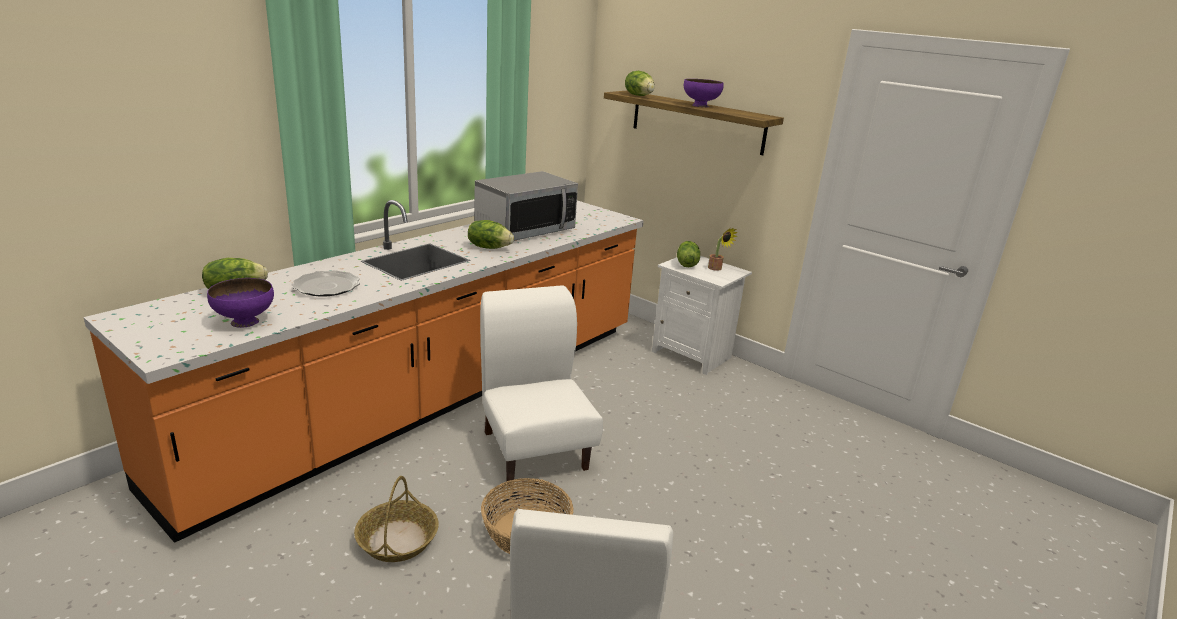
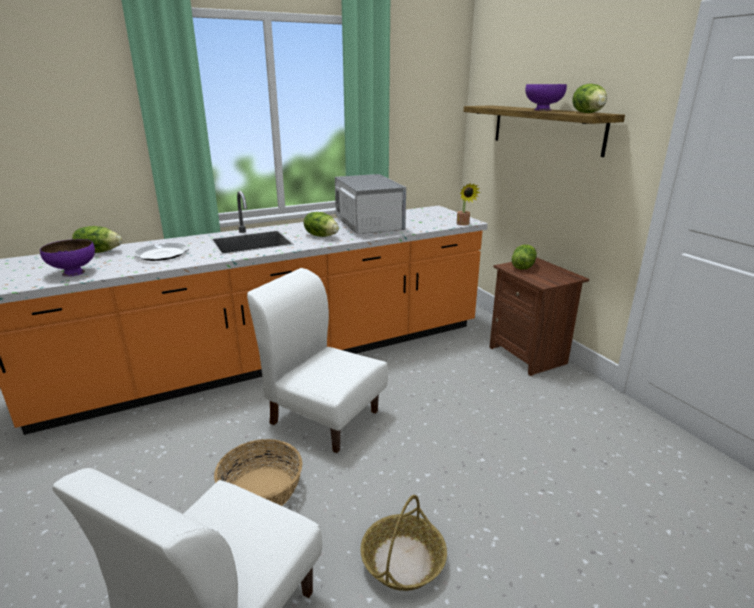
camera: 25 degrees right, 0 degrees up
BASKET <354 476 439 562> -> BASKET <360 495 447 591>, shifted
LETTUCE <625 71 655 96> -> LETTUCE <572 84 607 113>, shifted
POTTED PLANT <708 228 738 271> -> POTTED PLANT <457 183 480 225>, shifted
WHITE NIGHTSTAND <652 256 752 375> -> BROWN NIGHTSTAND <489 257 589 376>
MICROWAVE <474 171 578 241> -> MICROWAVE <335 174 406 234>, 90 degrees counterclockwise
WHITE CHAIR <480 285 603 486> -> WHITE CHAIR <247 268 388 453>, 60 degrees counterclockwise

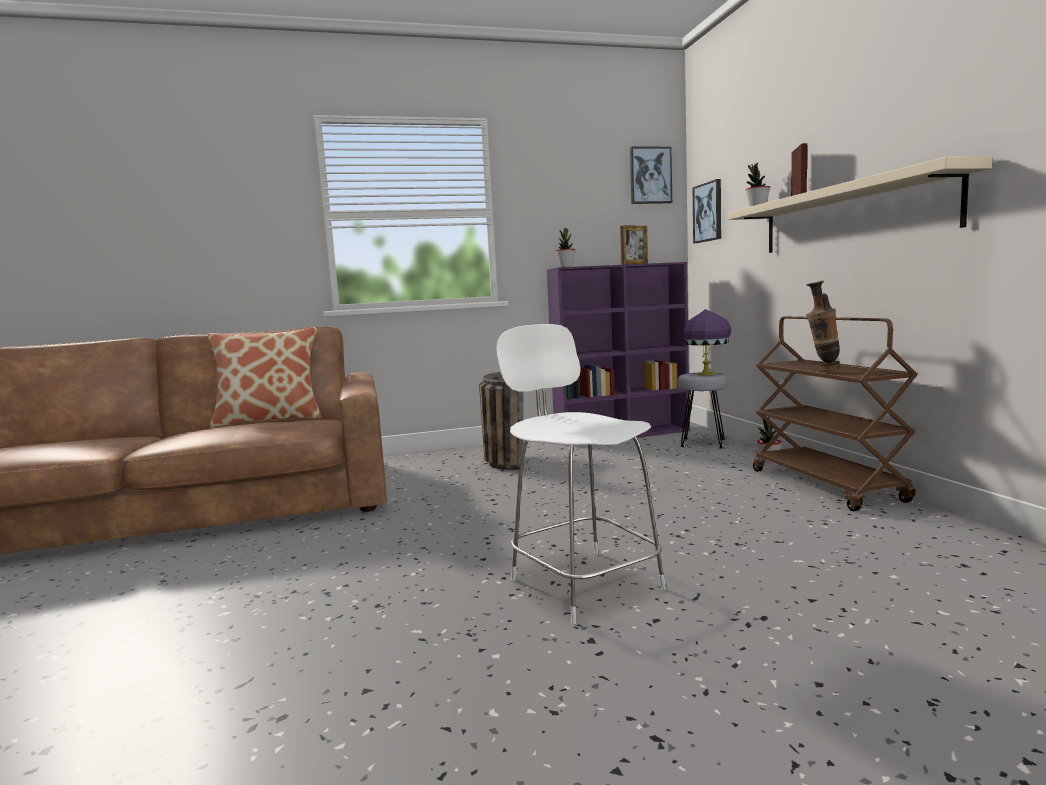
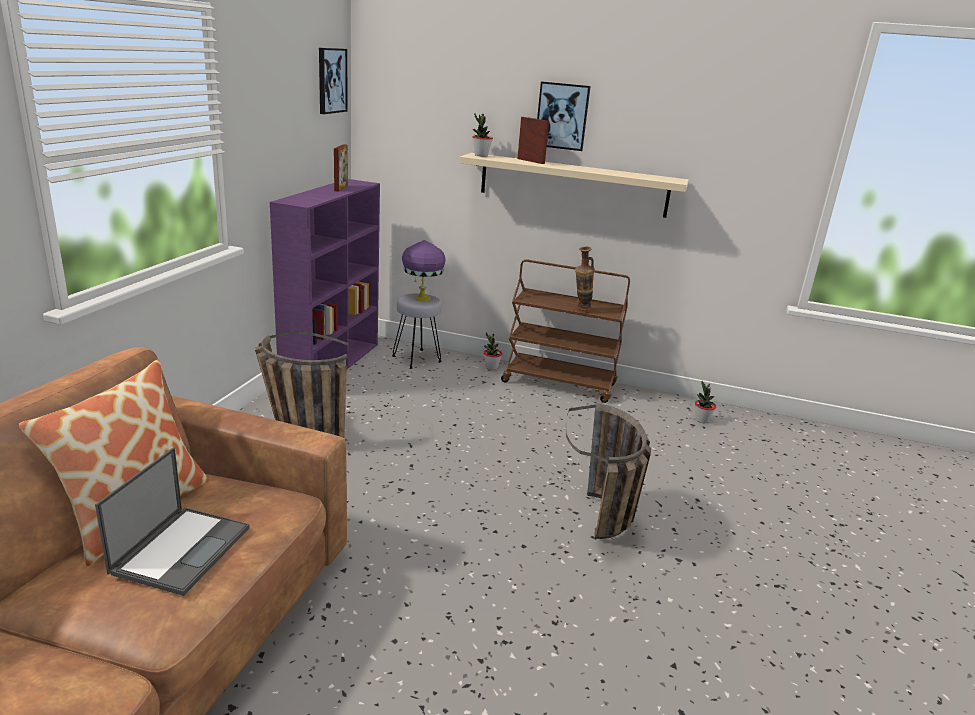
camera: 60 degrees left, 15 degrees up
none -> LAPTOP <95 447 250 596>
POTTED PLANT <556 228 576 267> -> POTTED PLANT <695 381 716 423>, shifted
PICTURE <693 179 721 243> -> PICTURE <537 81 591 151>, shifted
WHITE STOOL <496 324 666 624> -> BASKET <566 404 651 539>

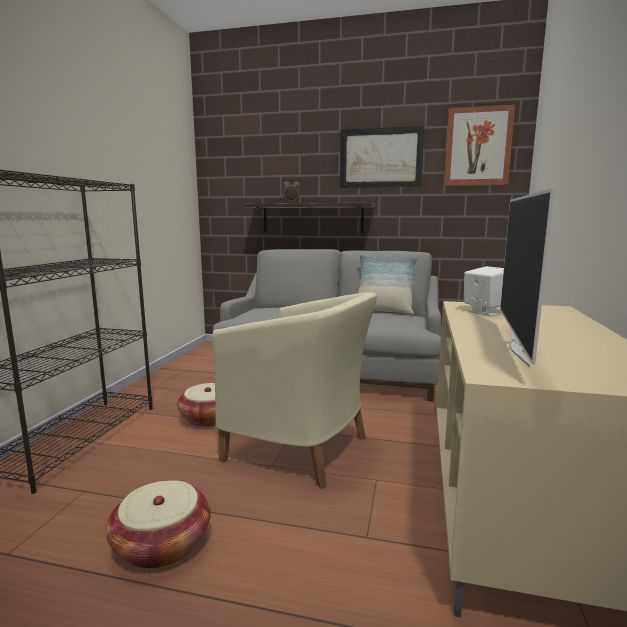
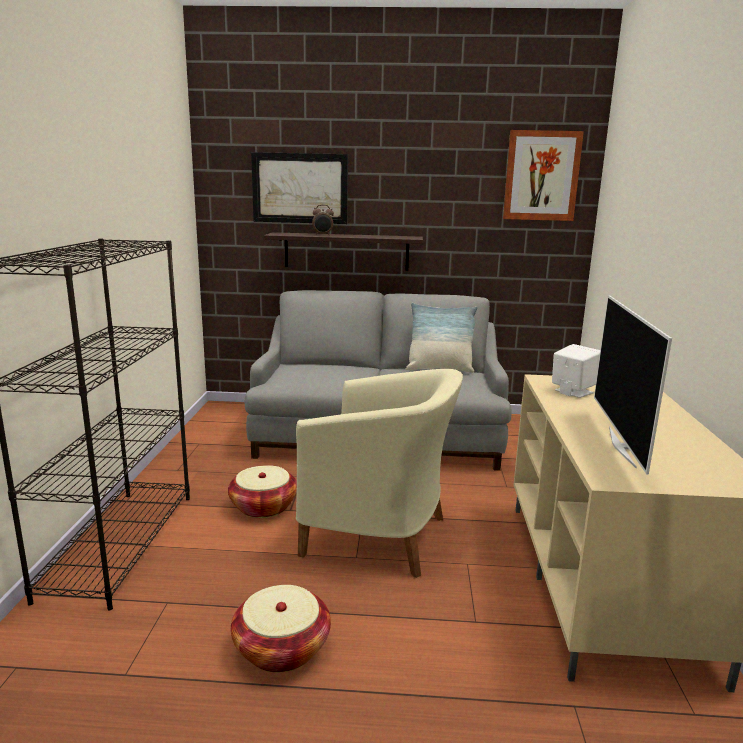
camera: 10 degrees left, 5 degrees up
PICTURE <340 126 424 188> -> PICTURE <251 152 348 224>, shifted

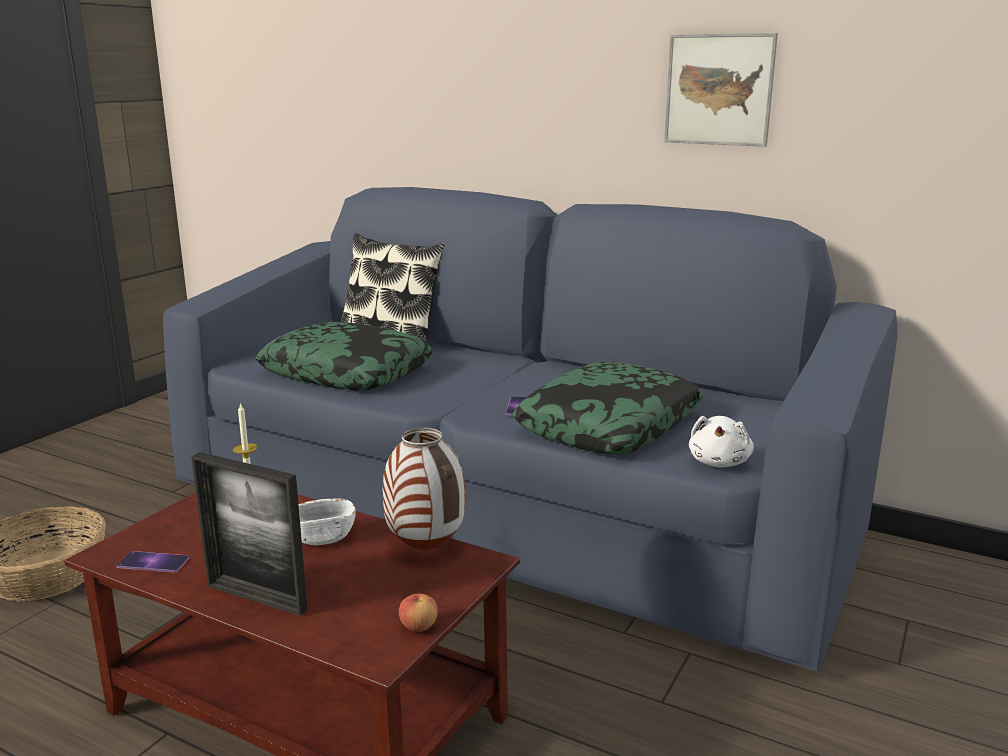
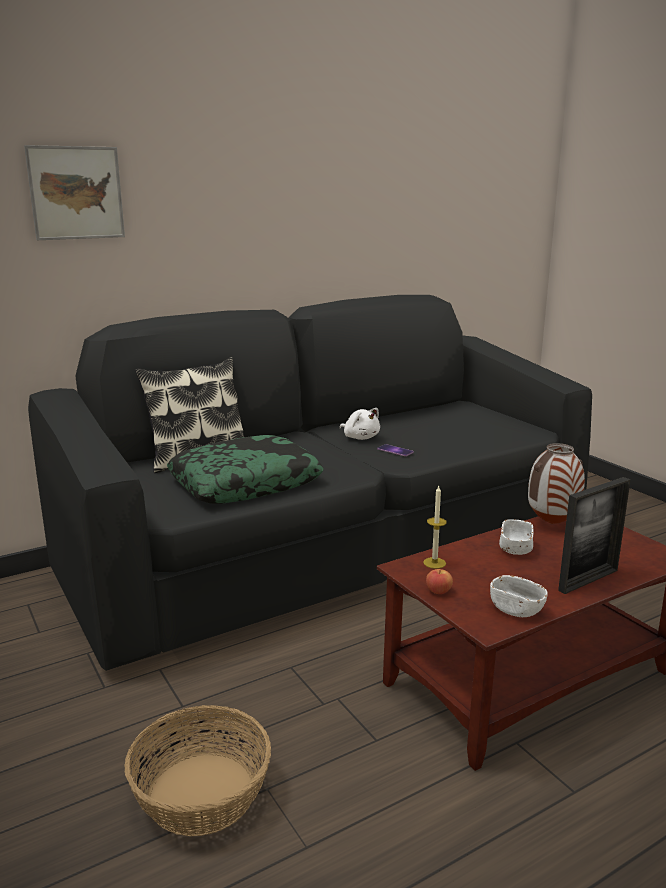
camera: 60 degrees left, 0 degrees up
PILLOW <513 362 703 454> -> none
APPLE <399 594 438 632> -> APPLE <426 569 453 594>, shifted
PICTURE <664 33 778 147> -> PICTURE <24 145 125 240>, shifted
WHITE PLUSH TOY <689 416 754 467> -> WHITE PLUSH TOY <339 408 380 440>, shifted
PHONE <116 551 190 573> -> WHITE BOWL <490 575 548 617>
BLUE SOFA <163 187 898 671> -> BLACK SOFA <28 295 592 671>

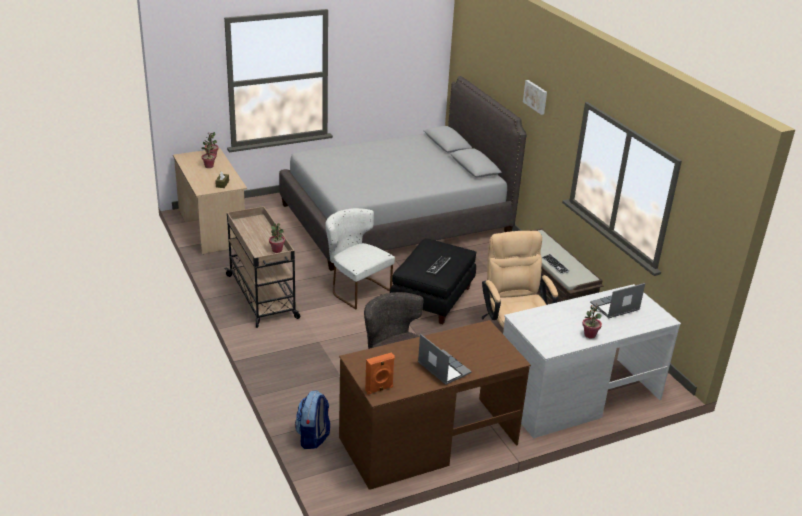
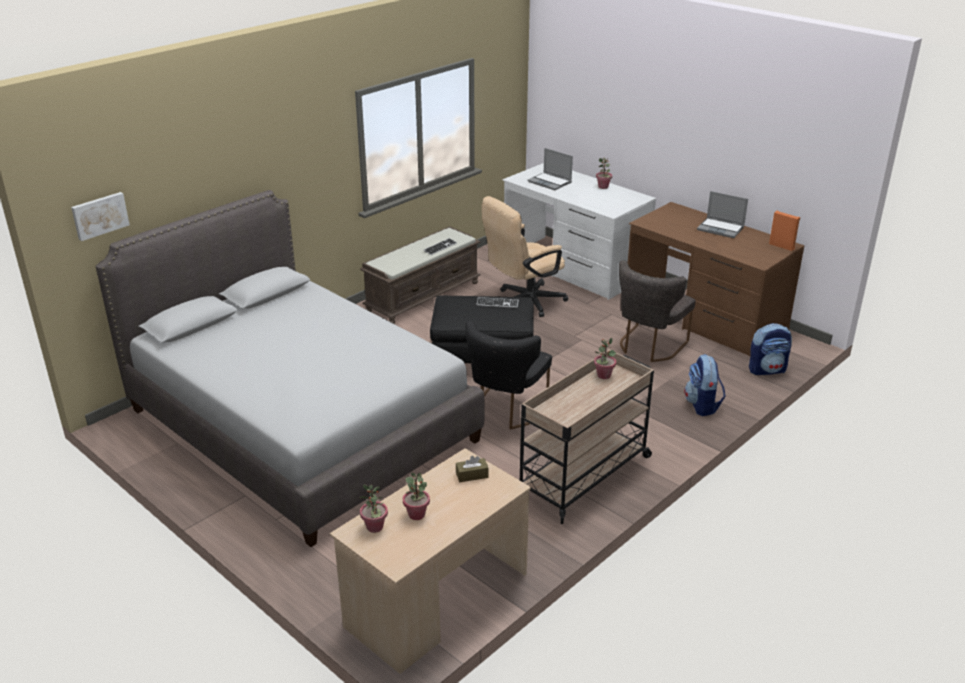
camera: 110 degrees left, 0 degrees up
none -> BACKPACK <684 354 725 416>
PICTURE <523 80 547 115> -> PICTURE <71 192 130 241>, shifted
WHITE CHAIR <325 208 395 309> -> BLACK CHAIR <465 321 552 430>
LAPTOP <418 334 472 385> -> LAPTOP <697 191 748 238>, 90 degrees counterclockwise

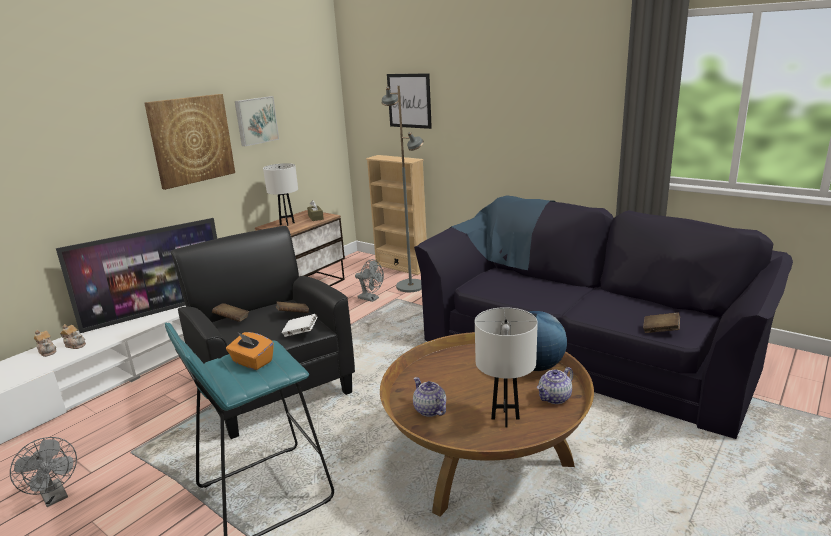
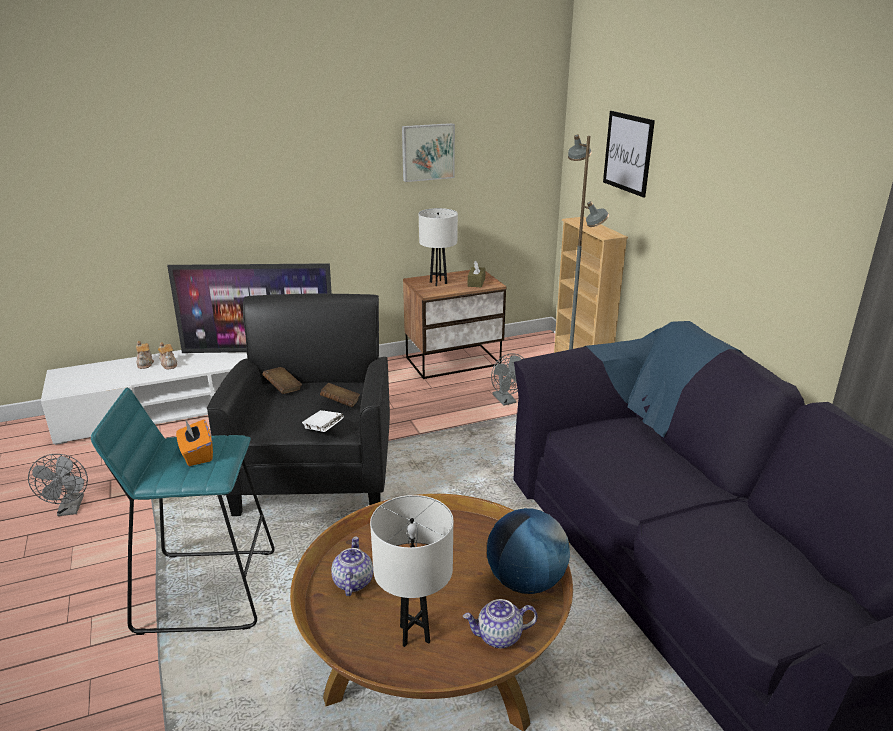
camera: 30 degrees right, 5 degrees up
PICTURE <144 94 235 190> -> none
BROWN BOOK <643 312 680 333> -> none

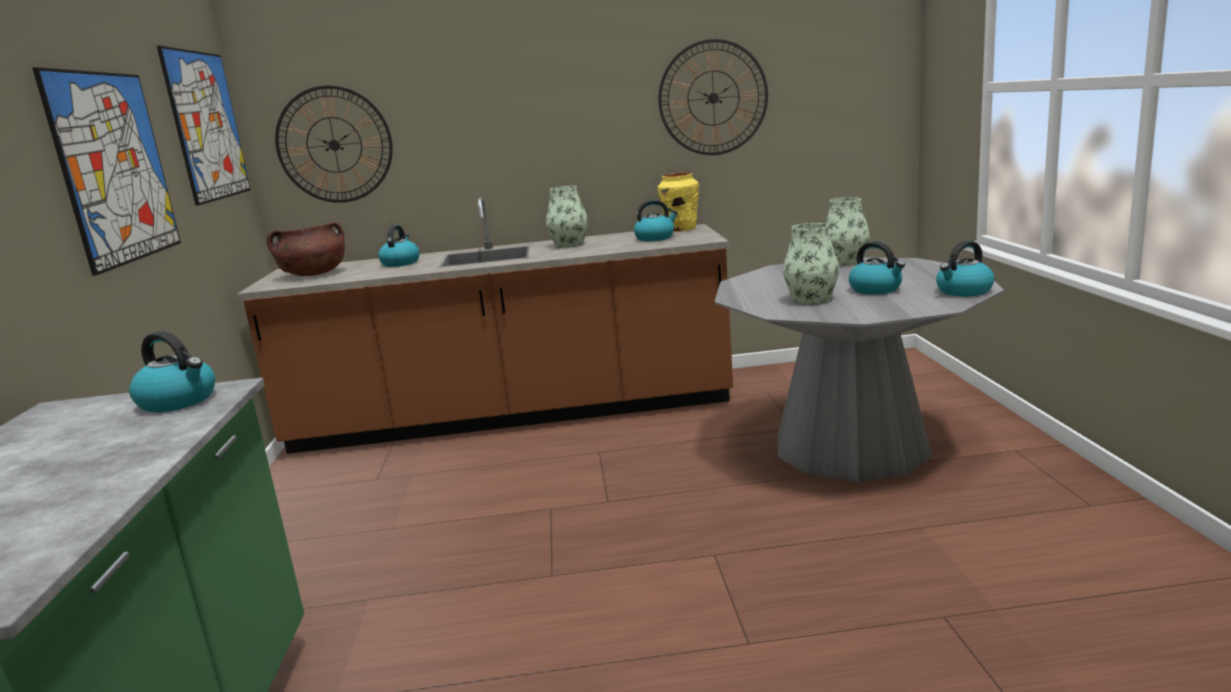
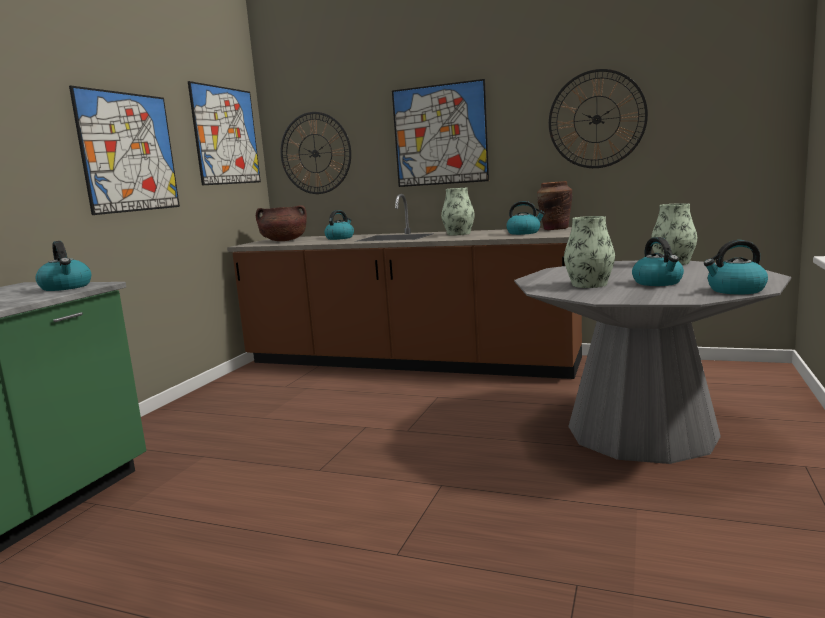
camera: 25 degrees right, 5 degrees down
none -> PICTURE <392 79 489 187>
YELLOW VASE <658 172 699 232> -> BROWN VASE <537 181 572 230>

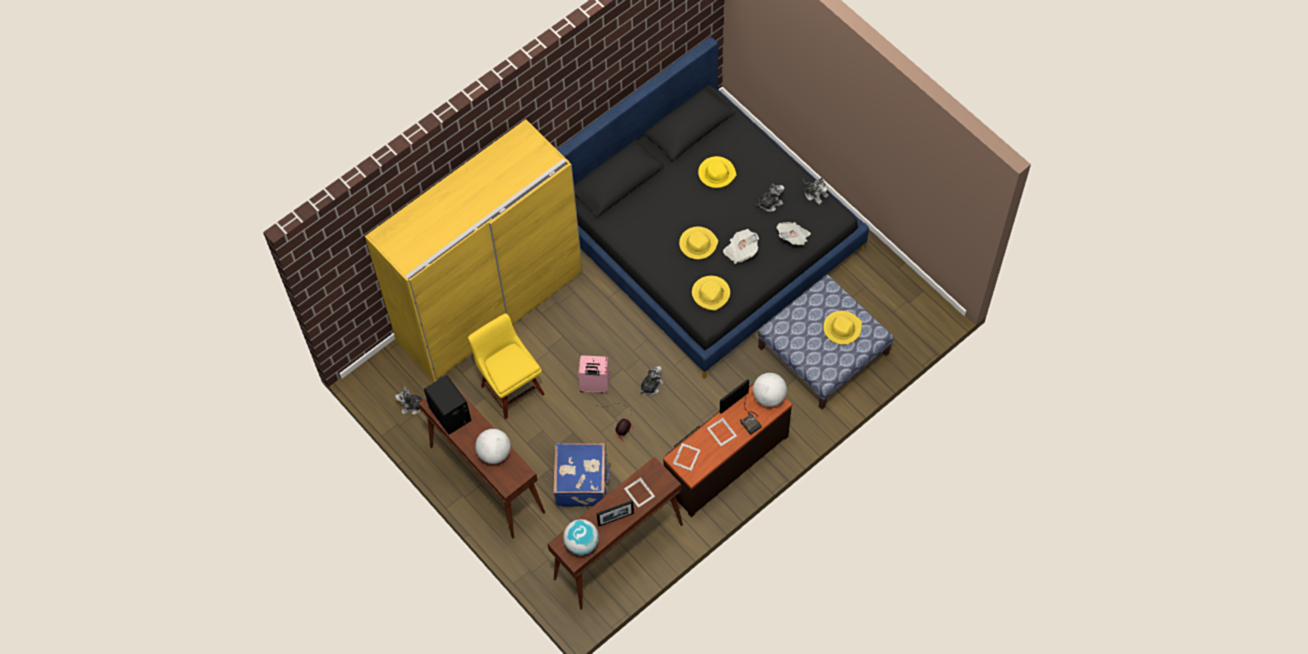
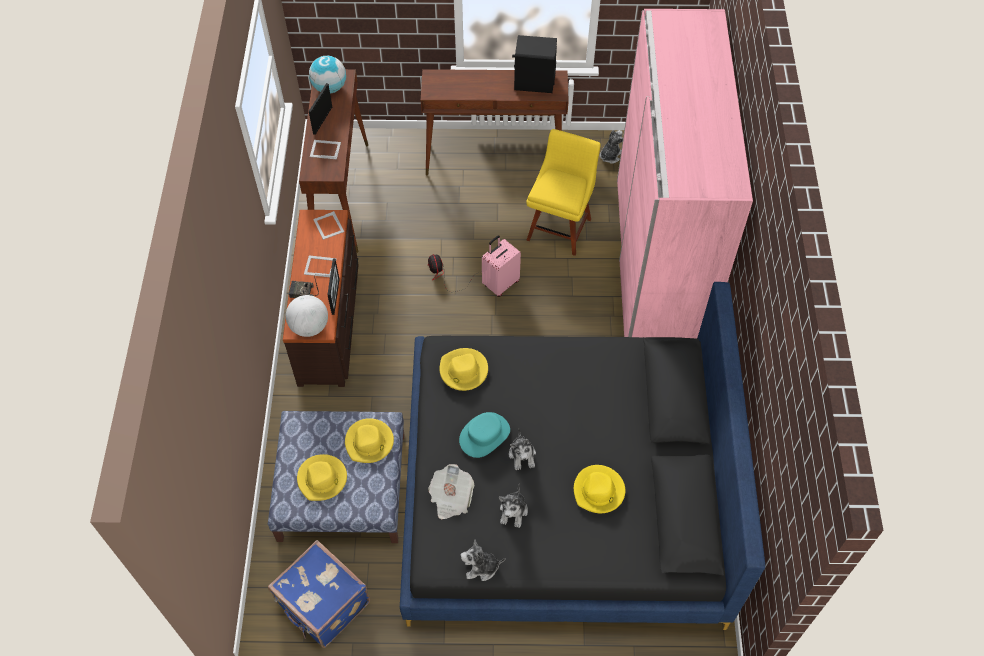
camera: 130 degrees right, 5 degrees down
GLOBE <475 429 511 464> -> none
BLUE SUITCASE <553 443 611 507> -> BLUE SUITCASE <268 540 370 648>, shifted
PLUSH TOY <640 366 664 395> -> PLUSH TOY <509 429 536 470>, shifted
YELLOW HAT <679 227 718 259> -> YELLOW HAT <345 418 394 463>, shifted
NEWSPAPER <723 229 759 264> -> TURQUOISE HAT <459 412 510 458>
YELLOW WARDROBE <365 119 583 382> -> PINK WARDROBE <617 9 753 339>
YELLOW CHAIR <468 314 545 419> -> YELLOW CHAIR <526 129 601 256>, 75 degrees counterclockwise

